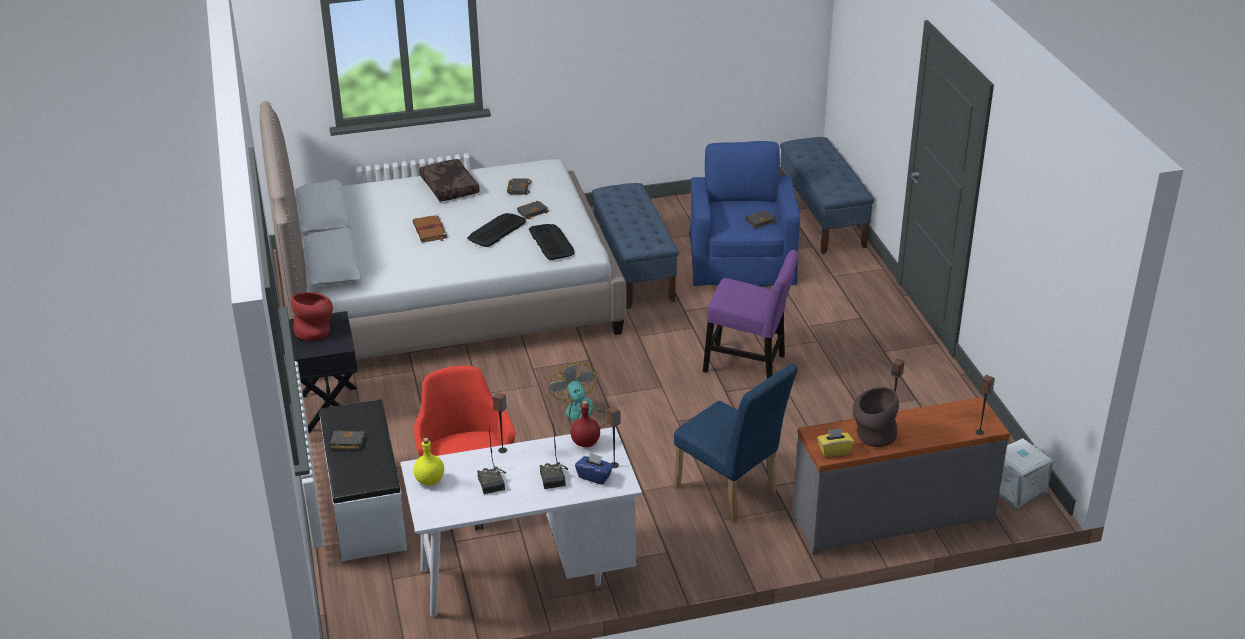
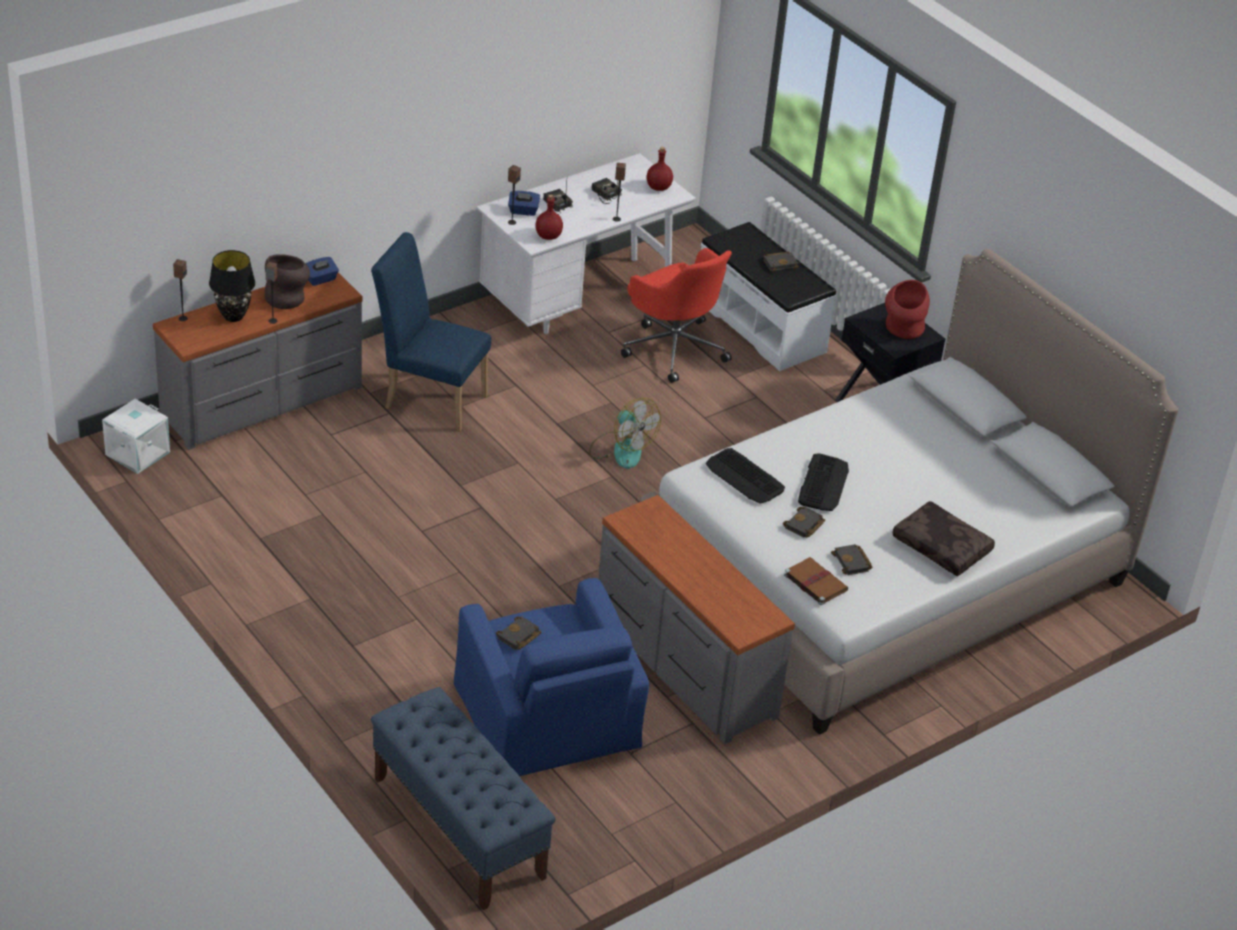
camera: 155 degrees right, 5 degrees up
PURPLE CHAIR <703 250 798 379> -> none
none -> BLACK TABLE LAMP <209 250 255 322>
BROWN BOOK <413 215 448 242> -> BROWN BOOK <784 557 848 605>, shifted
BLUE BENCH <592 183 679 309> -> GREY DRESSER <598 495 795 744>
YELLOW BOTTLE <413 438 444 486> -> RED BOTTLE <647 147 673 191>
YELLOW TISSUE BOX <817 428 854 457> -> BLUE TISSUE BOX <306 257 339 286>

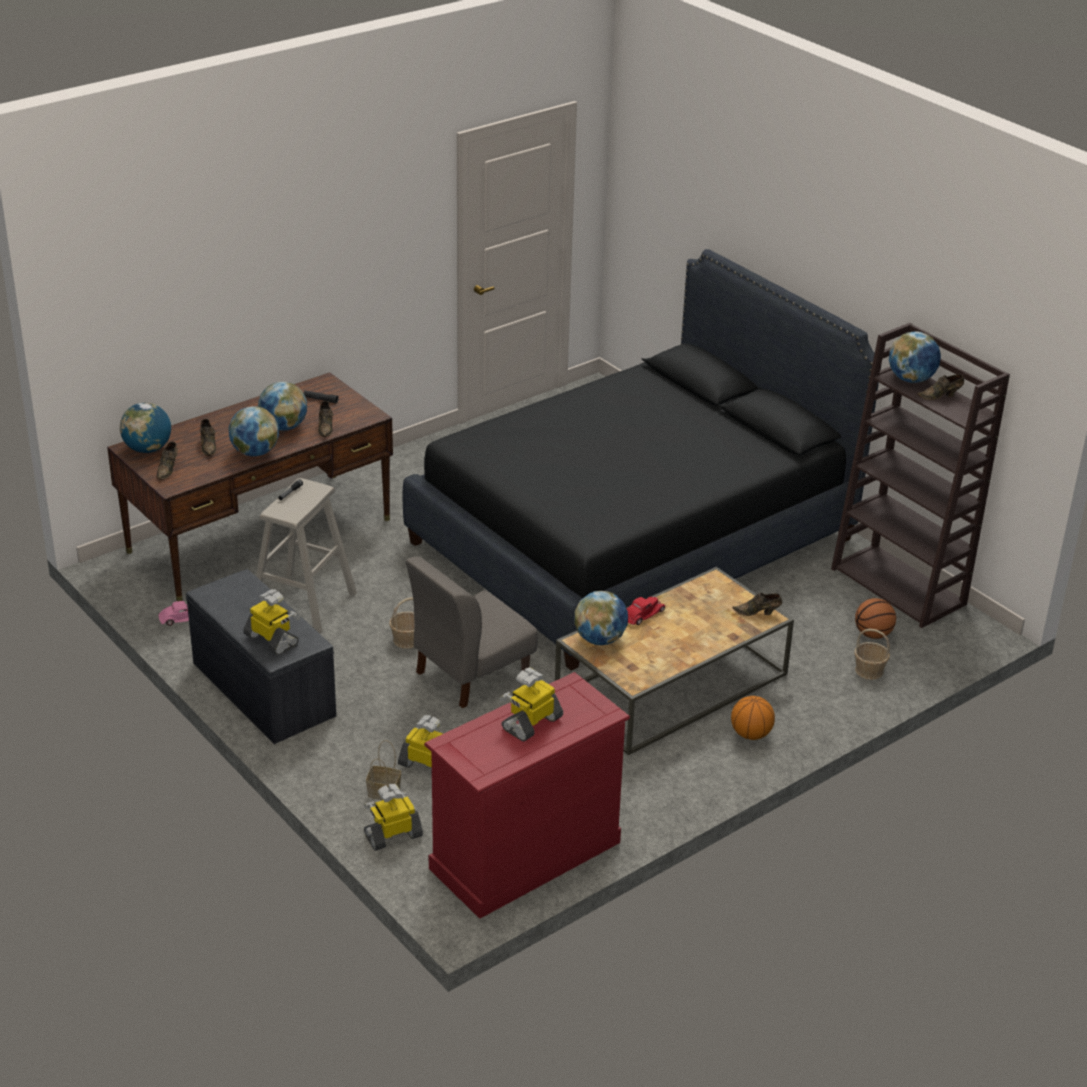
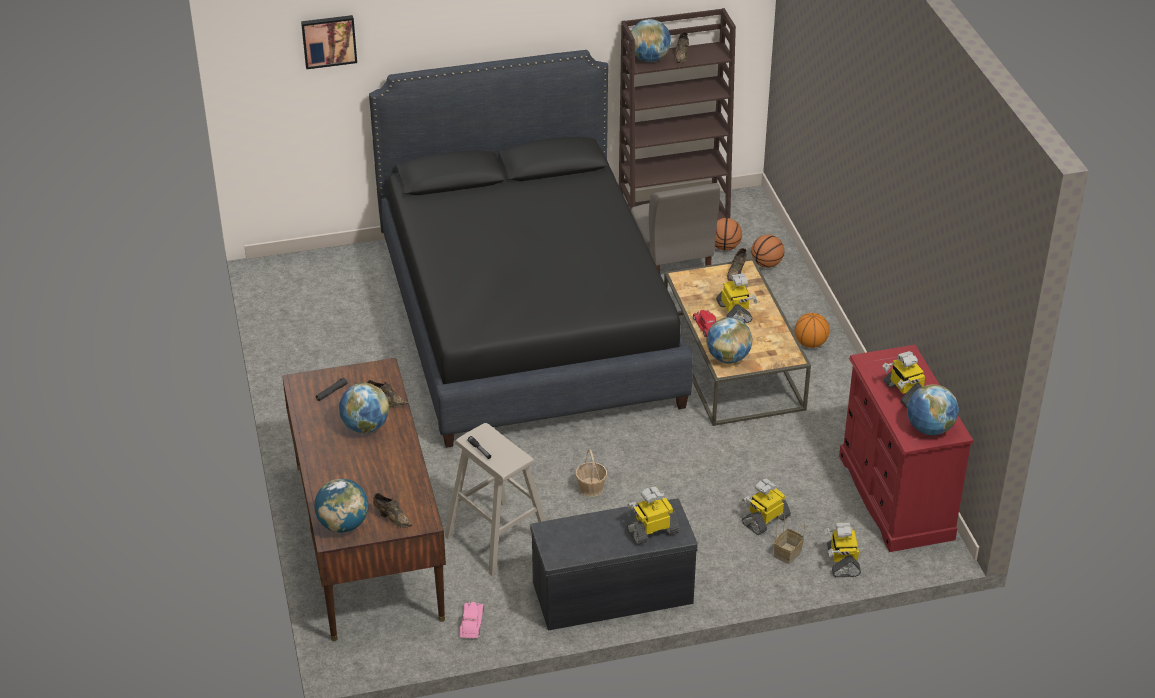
camera: 65 degrees left, 5 degrees up
BROWN SHOE <200 419 216 456> -> none
none -> PICTURE <301 15 357 69>
none -> TOY ROBOT <716 273 758 323>
GLOBE <228 406 279 456> -> GLOBE <907 384 959 436>, shifted
GREY CHAIR <406 556 538 708> -> GREY CHAIR <631 183 720 273>, shifted
BASKET <854 629 890 680> -> BASKETBALL <751 235 784 268>

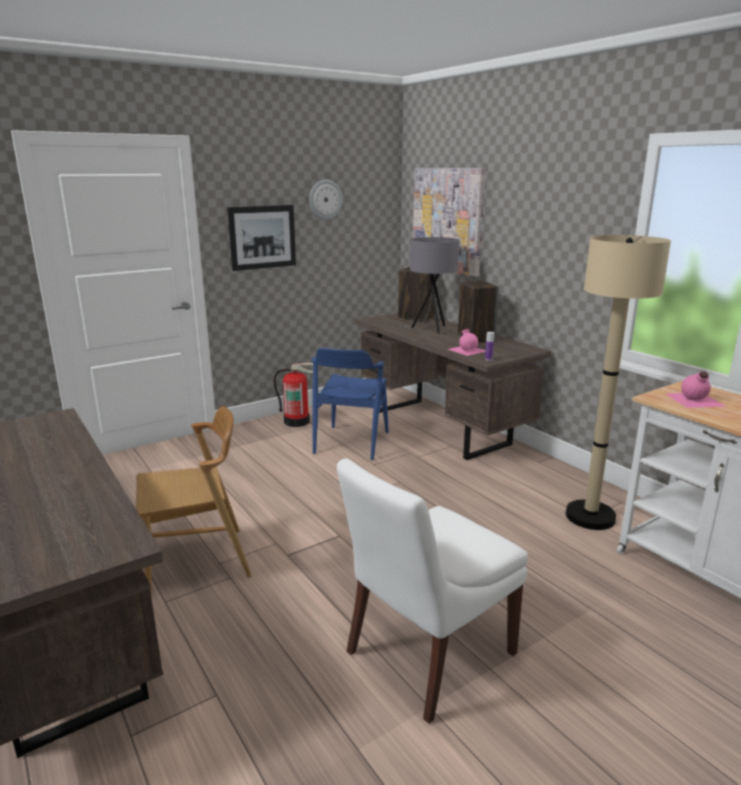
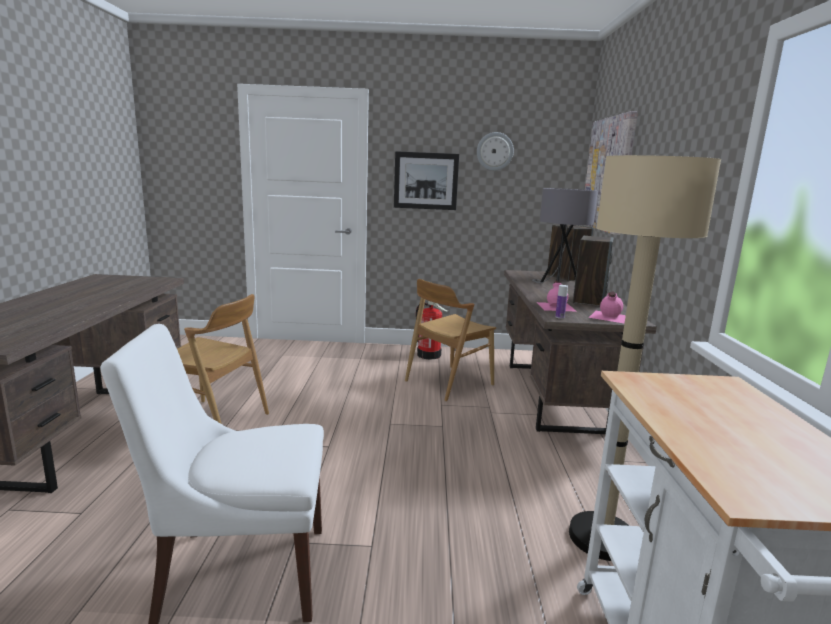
camera: 35 degrees right, 5 degrees down
PINK BOTTLE <665 371 725 408> -> PINK BOTTLE <589 292 626 323>, shifted
BLUE CHAIR <311 347 389 460> -> BROWN CHAIR <405 279 496 402>

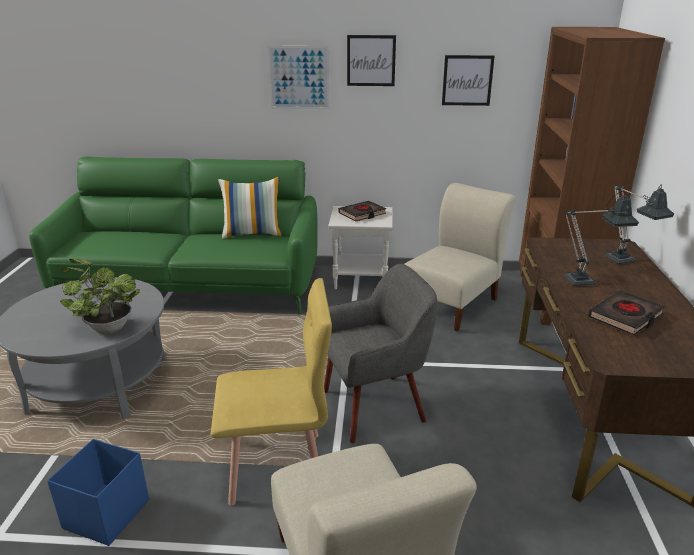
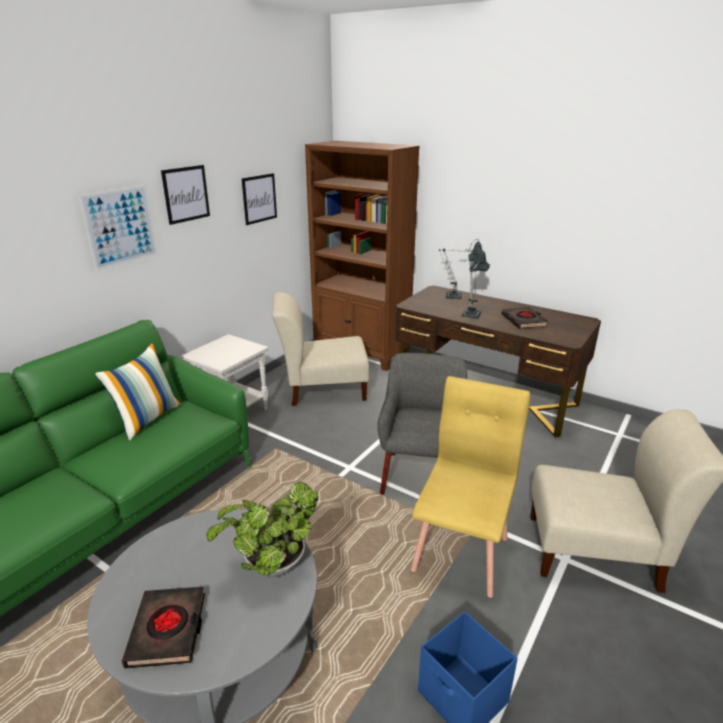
camera: 60 degrees left, 0 degrees up
BLACK BOOK <338 201 386 221> -> BLACK BOOK <122 587 205 669>, shifted
BEIGE CHAIR <404 183 515 331> -> BEIGE CHAIR <272 292 369 406>, 75 degrees counterclockwise

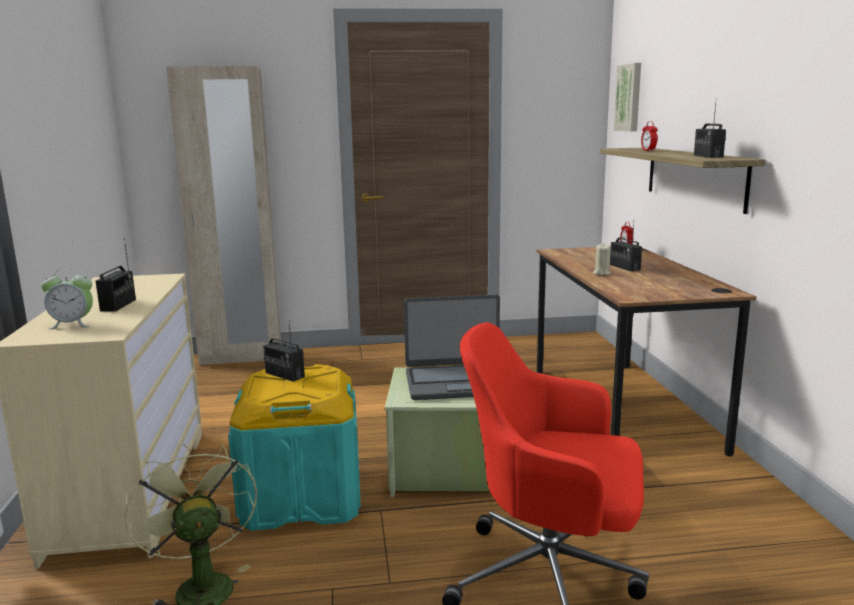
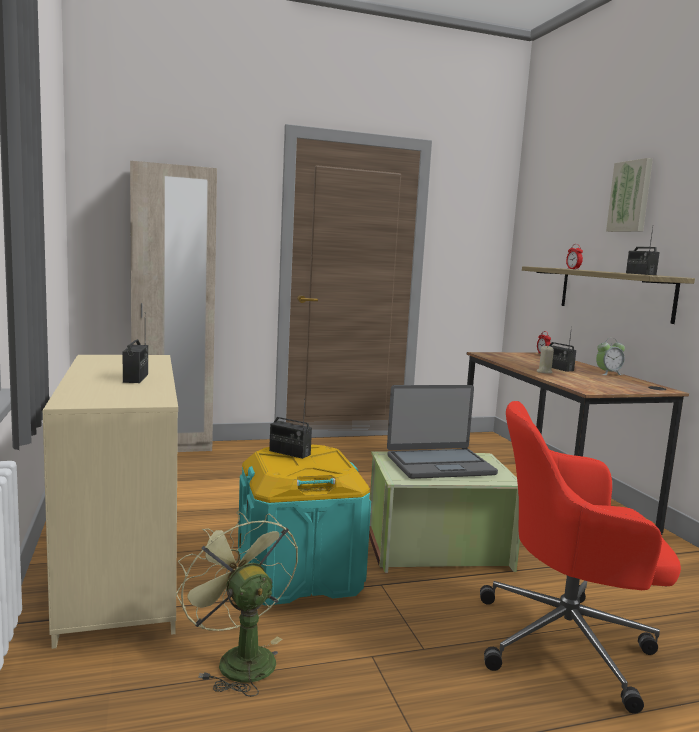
camera: 10 degrees left, 5 degrees down
ALARM CLOCK <41 268 93 329> -> ALARM CLOCK <596 338 625 375>, shifted
PICTURE <614 63 641 131> -> PICTURE <606 158 653 232>, shifted

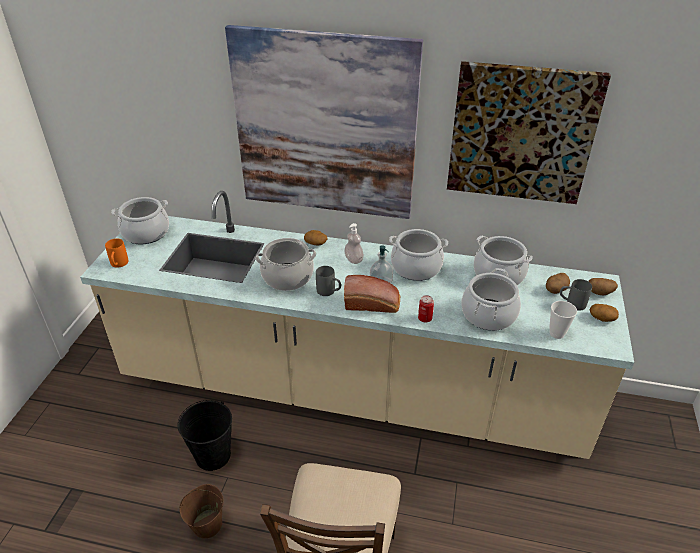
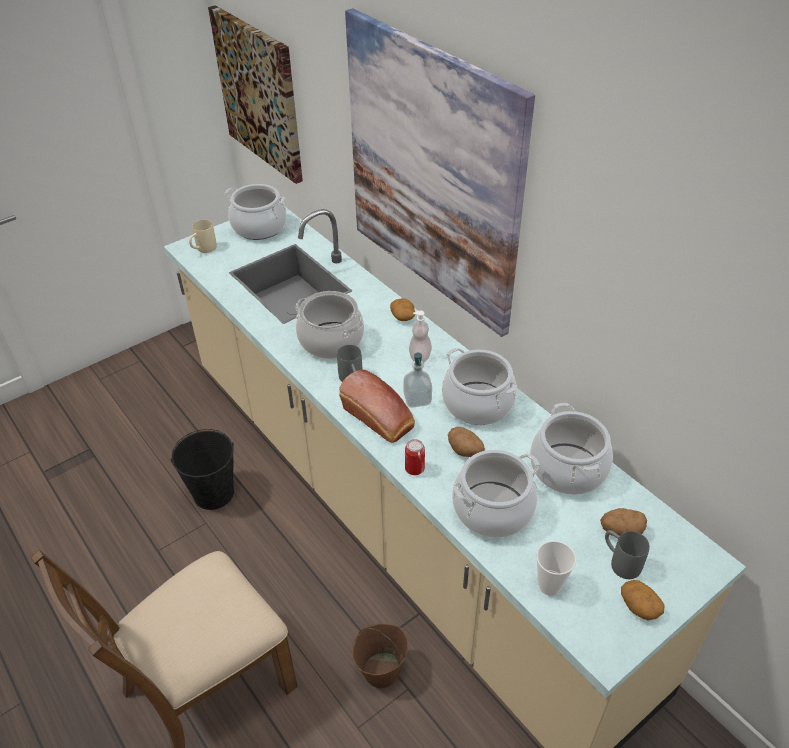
camera: 40 degrees right, 5 degrees up
BROWN BUCKET <179 484 224 538> -> BROWN BUCKET <352 623 408 688>, shifted
PICTURE <447 61 611 204> -> PICTURE <208 5 303 184>, shifted
POTATO <588 278 618 296> -> POTATO <448 427 485 457>, shifted
ORANGE MUG <105 239 129 268> -> BEIGE MUG <189 220 217 253>

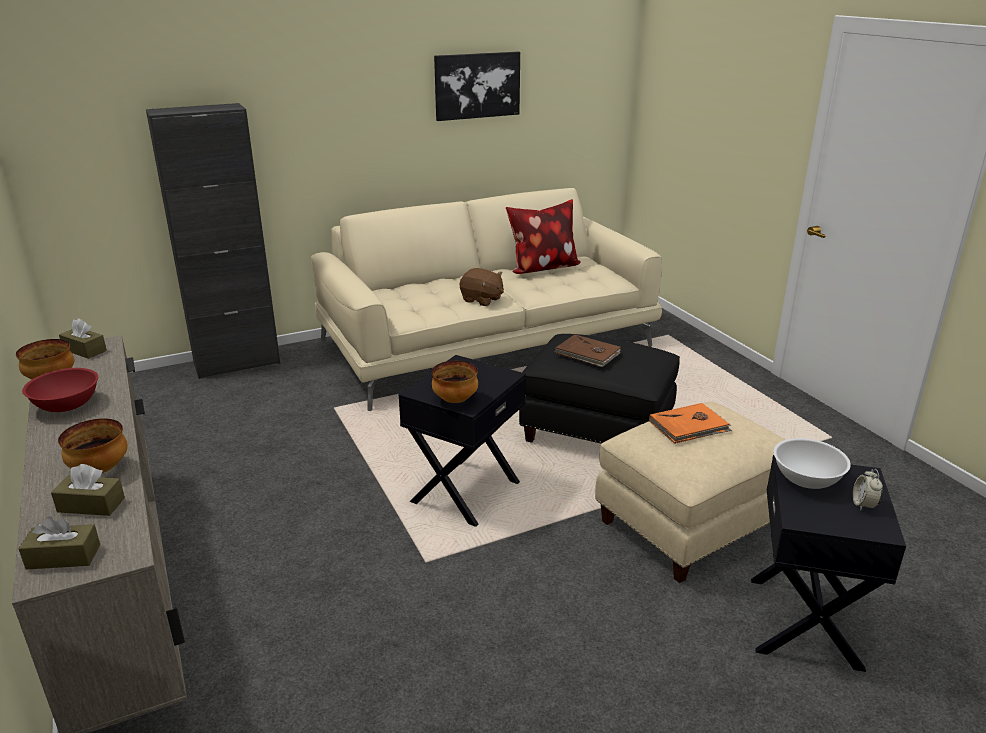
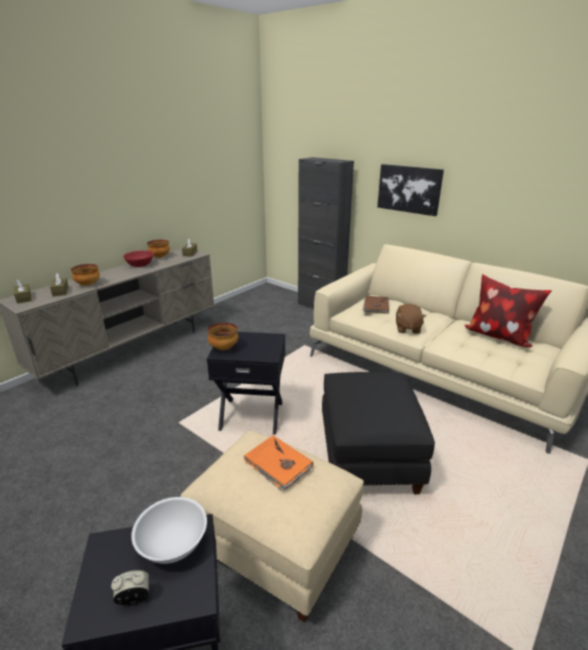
camera: 65 degrees right, 0 degrees up
PICTURE <434 52 520 121> -> PICTURE <377 164 444 216>, shifted
BROWN BOOK <555 334 621 367> -> BROWN BOOK <363 296 389 314>, shifted

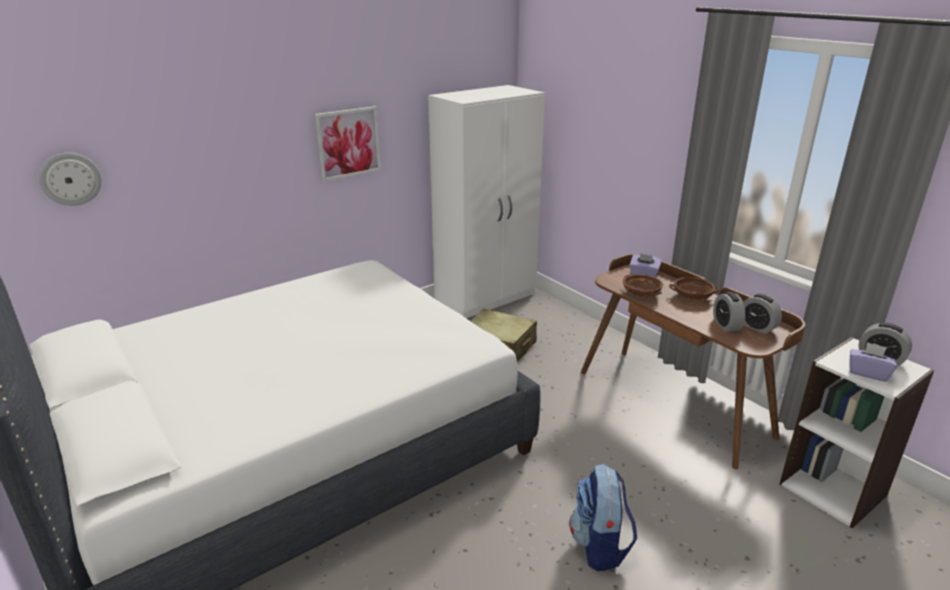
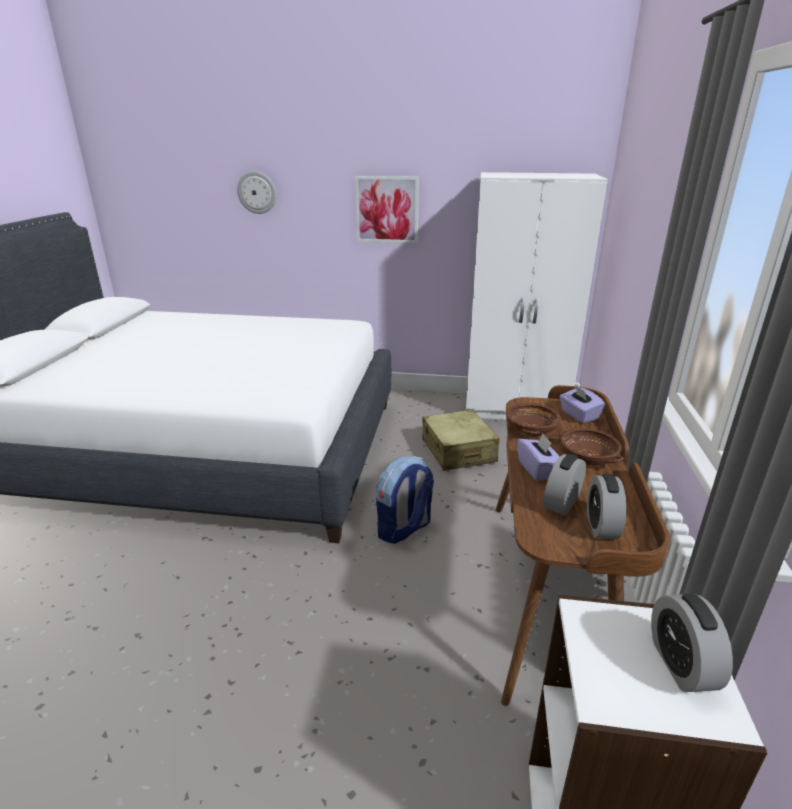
camera: 45 degrees right, 0 degrees up
WALL CLOCK <39 153 102 206> -> WALL CLOCK <237 171 276 214>, shifted
BACKPACK <569 464 637 571> -> BACKPACK <376 456 434 544>, shifted
PURPLE TISSUE BOX <850 342 897 382> -> PURPLE TISSUE BOX <517 434 560 481>, shifted

